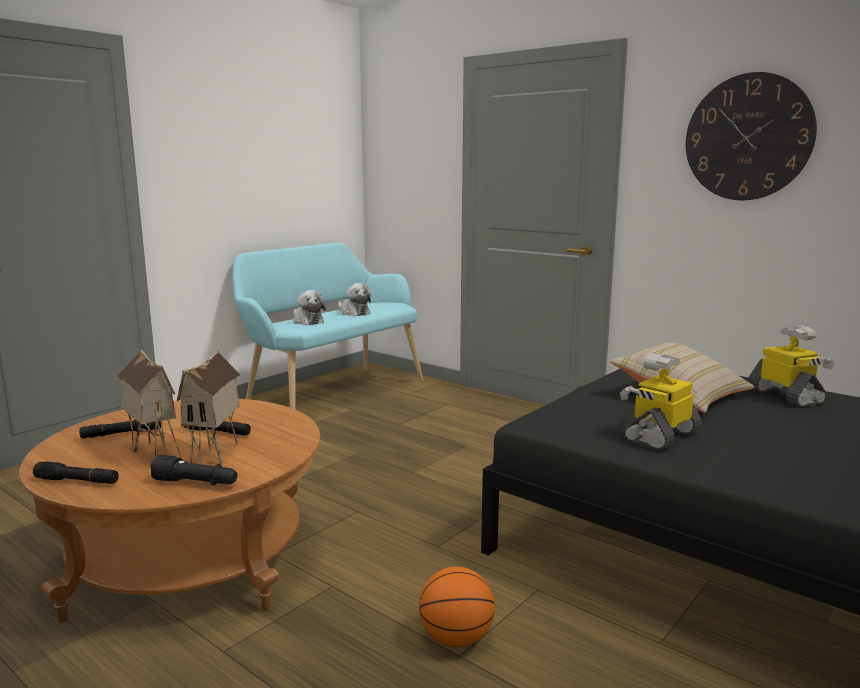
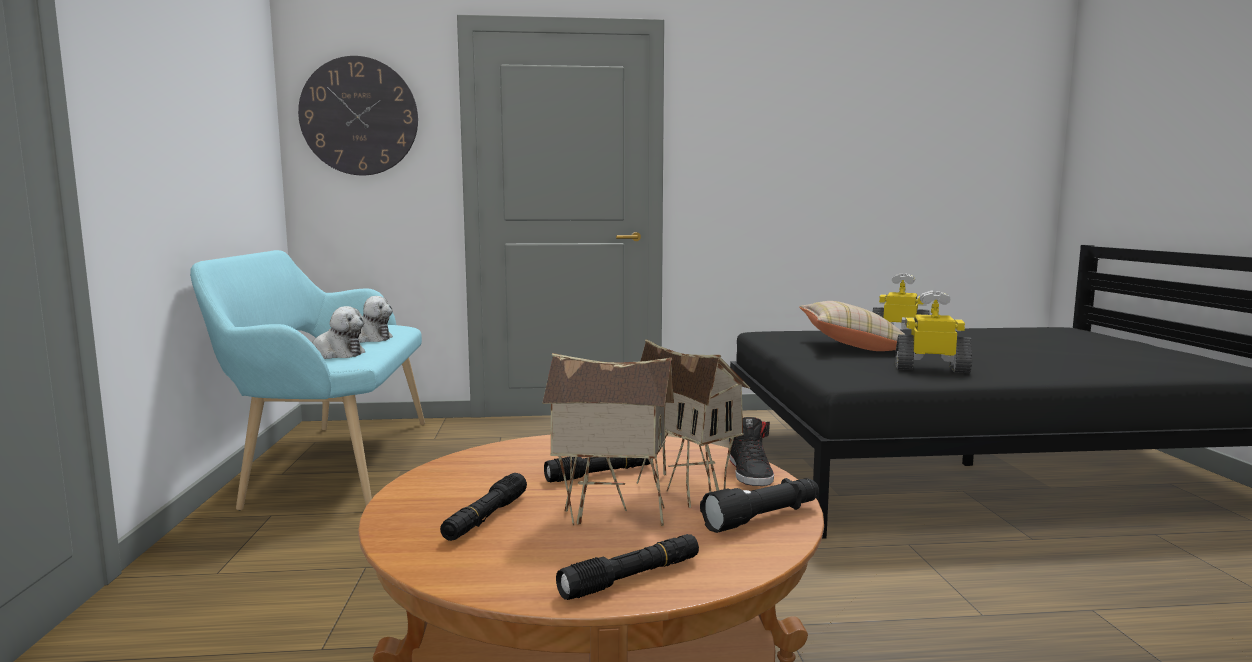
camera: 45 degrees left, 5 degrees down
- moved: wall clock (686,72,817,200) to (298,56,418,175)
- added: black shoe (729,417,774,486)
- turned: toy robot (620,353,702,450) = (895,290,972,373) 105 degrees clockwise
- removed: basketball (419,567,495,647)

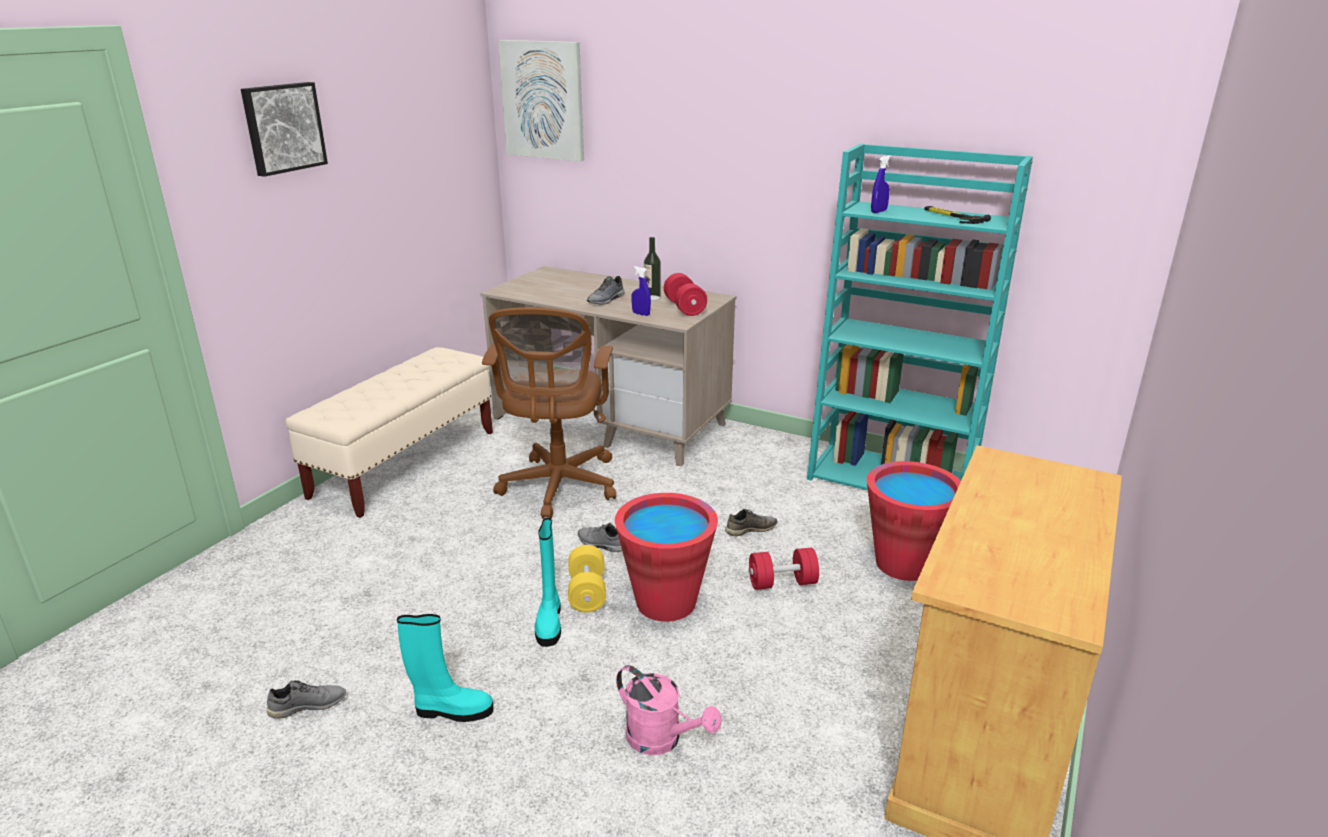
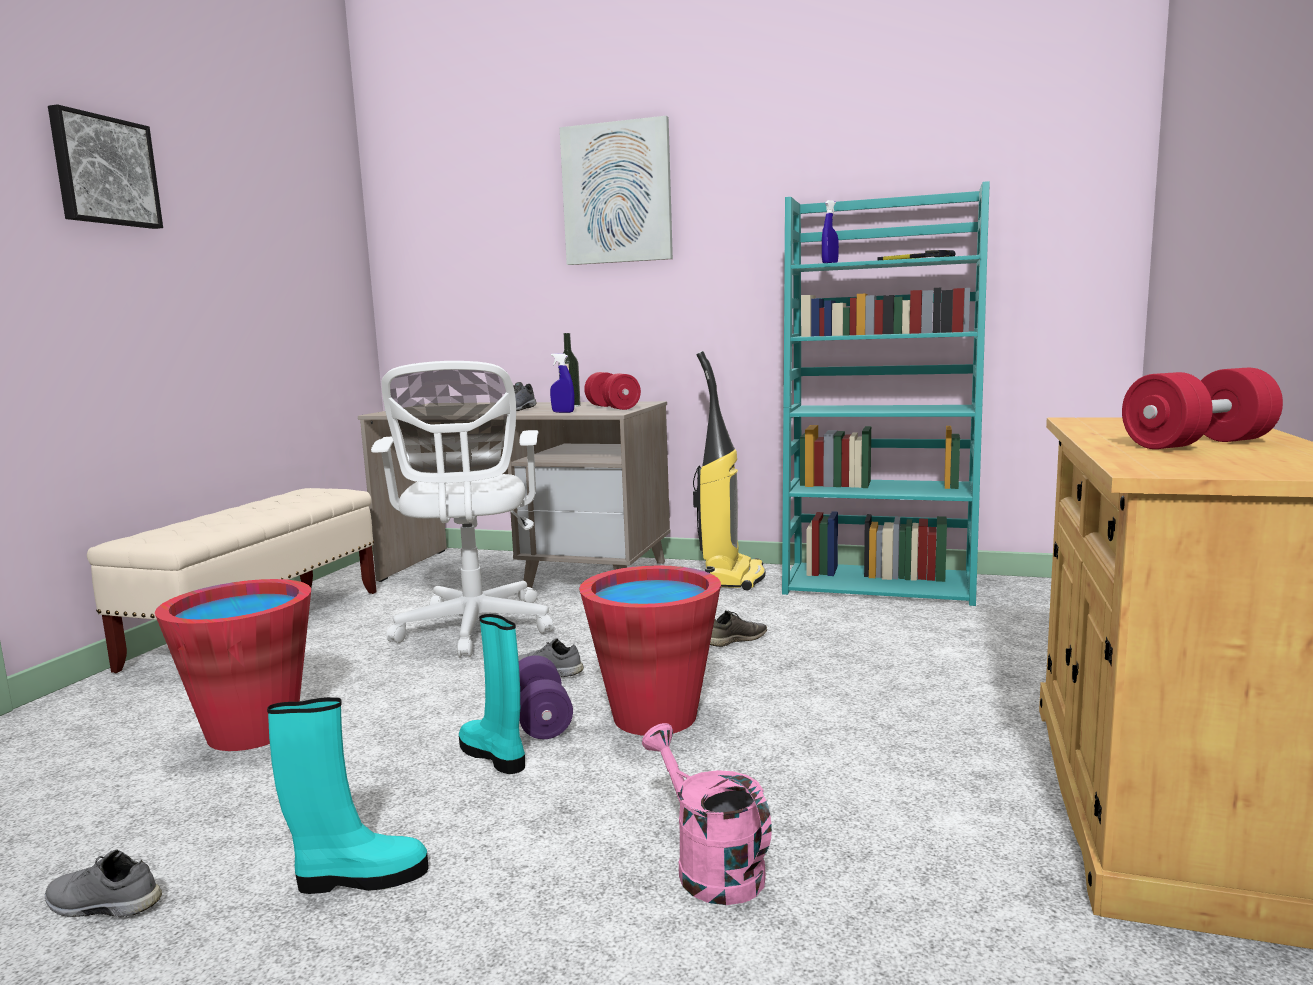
camera: 10 degrees left, 15 degrees down
- turned: grey shoe (267,680,346,719) = (45,849,162,917) 135 degrees counterclockwise
- moved: red bucket (867,461,961,581) to (155,579,311,751)
- recoloured: brown office chair (482,307,616,519) to white office chair (371,361,553,657)
- turned: turquoise boot (535,518,561,647) = (459,614,525,774) 150 degrees clockwise
- recoloured: yellow dumbbell (568,545,606,612) to purple dumbbell (519,655,573,739)
- moved: picture (498,40,584,161) to (560,116,673,265)
- turned: pink watering can (616,665,722,755) = (642,723,772,905) 150 degrees counterclockwise
- added: vacuum cleaner (693,351,765,591)
- moved: red dumbbell (749,548,819,590) to (1122,368,1283,449)

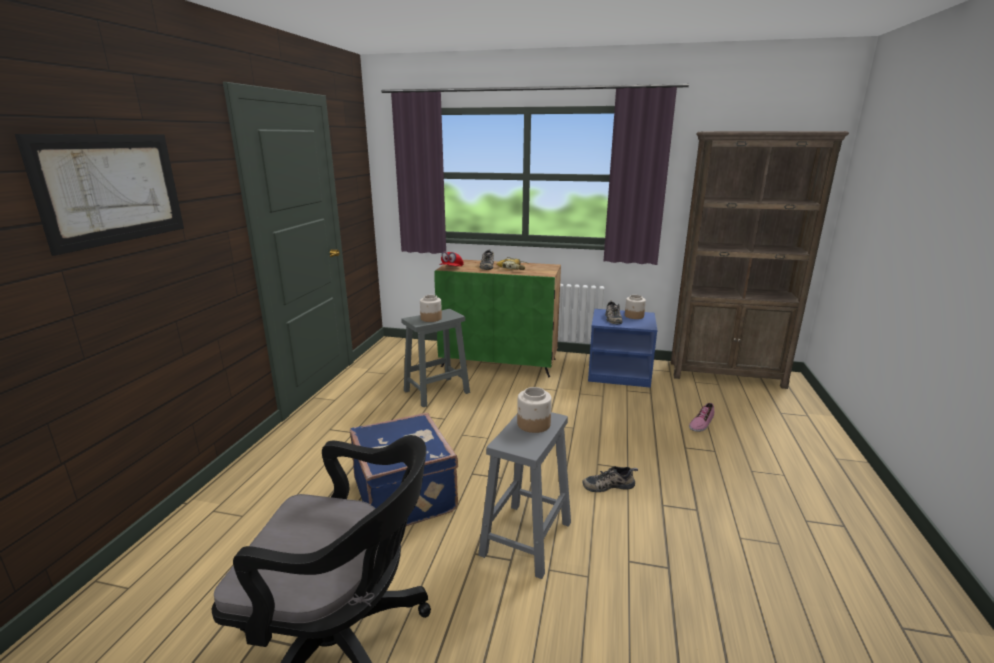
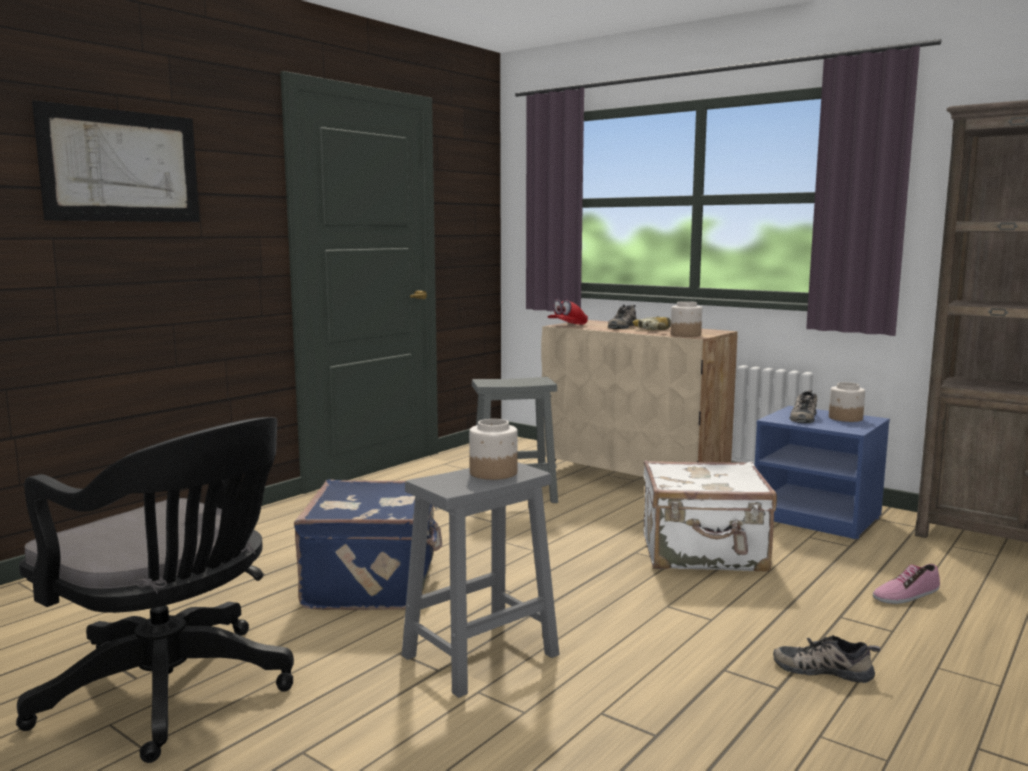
camera: 25 degrees right, 10 degrees down
- recoloured: green cabinet (434,260,561,377) to beige cabinet (541,320,737,477)
- added: white suitcase (643,460,777,572)
- moved: jar (420,295,442,322) to (671,301,702,337)
- moved: shoe (583,467,638,492) to (773,635,880,683)

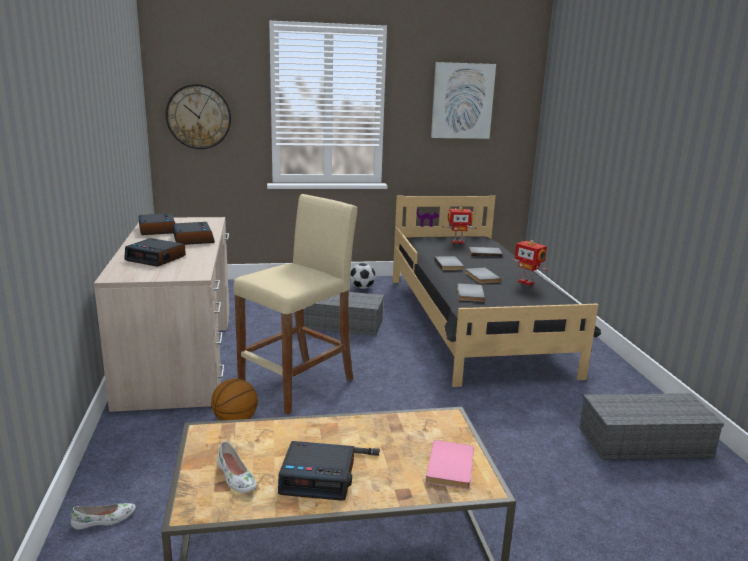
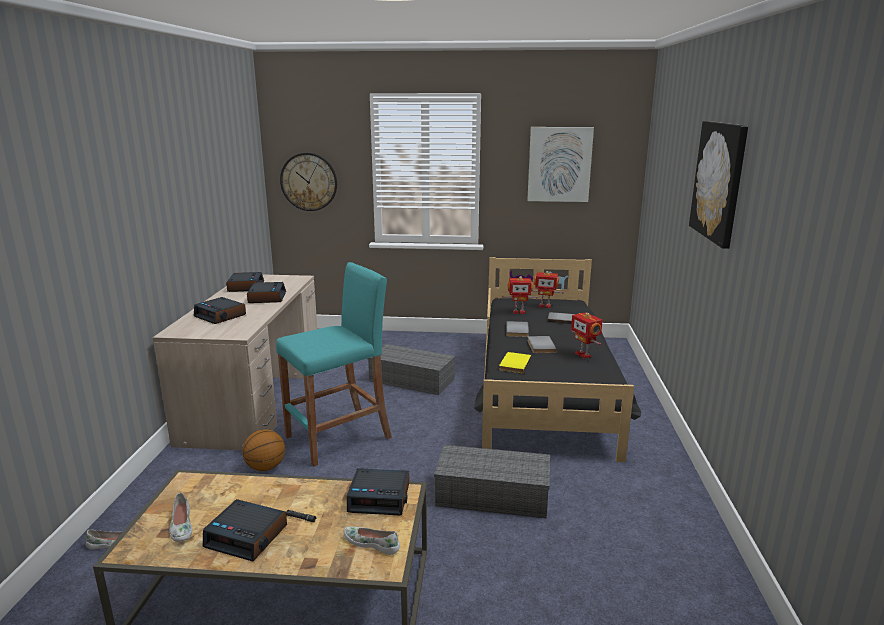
camera: 15 degrees right, 0 degrees up
- recoloured: beige stool (234,194,357,415) to turquoise stool (276,262,392,467)
- replaced: pink book (426,440,474,489) to white shoe (344,526,400,555)
- added: alarm clock (347,468,409,516)
- moved: grey storage box (579,393,724,460) to (434,445,550,519)
- recoloured: grey book (457,283,485,302) to yellow book (499,352,531,373)
- added: toy robot (502,276,538,314)
- added: picture (689,121,748,249)
- removed: football (350,263,376,289)

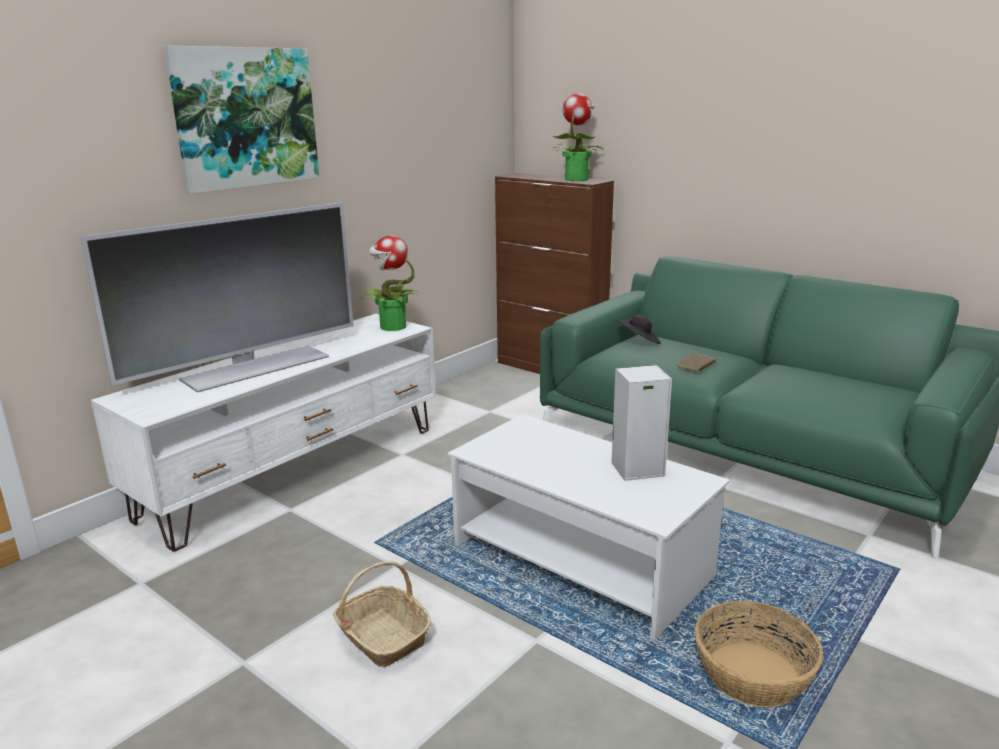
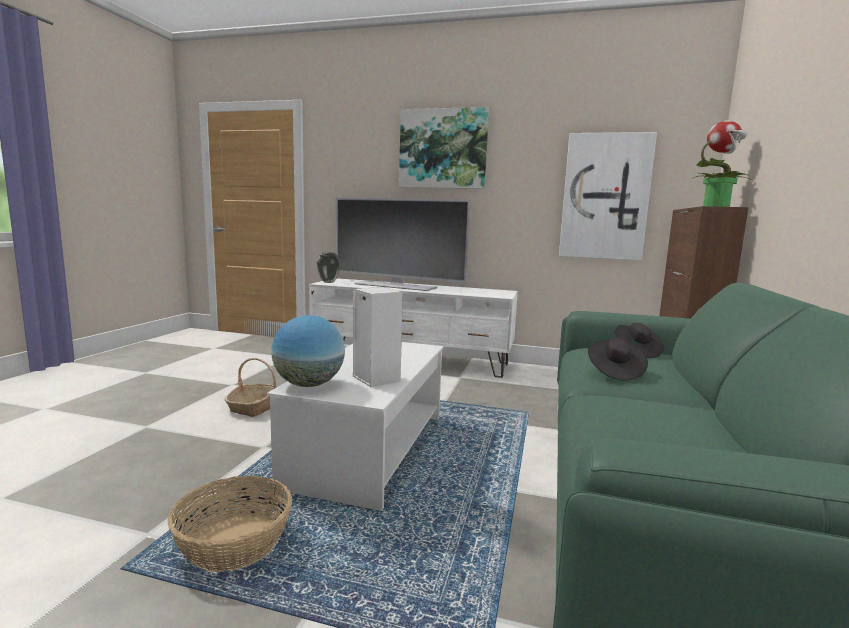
camera: 65 degrees right, 10 degrees down
- added: globe (271,315,345,387)
- added: vase (317,253,341,283)
- added: picture (559,132,657,260)
- replaced: brown book (676,353,723,372) to black hat (588,338,648,381)
- removed: potted plant (361,236,419,331)

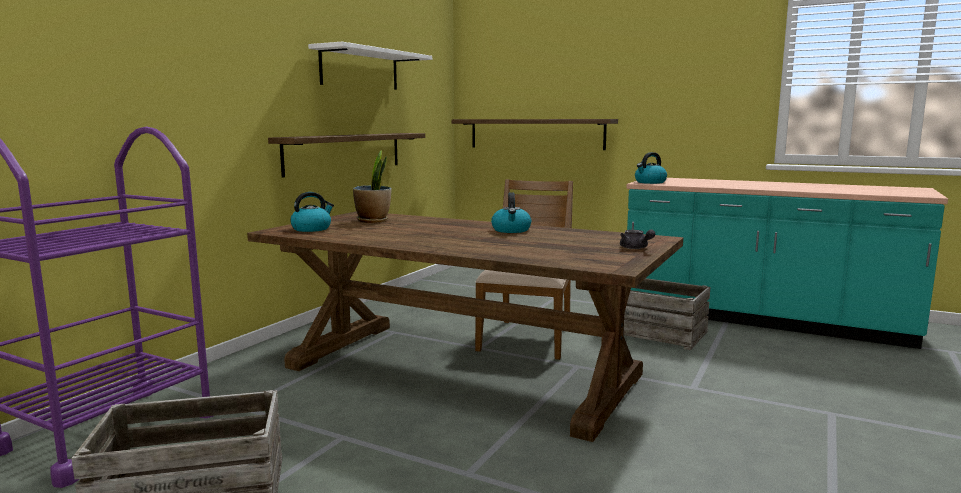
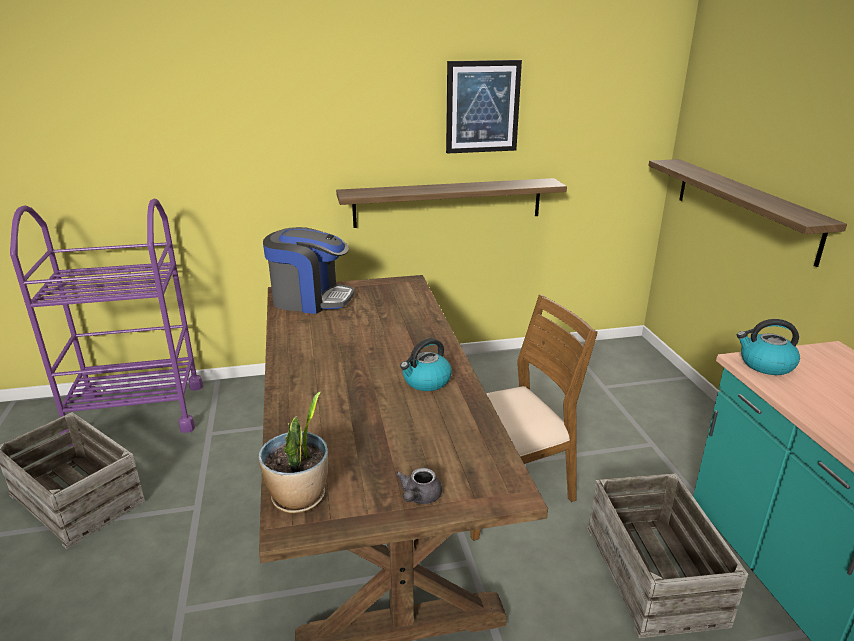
camera: 50 degrees right, 15 degrees up
- moved: potted plant (353,150,391,223) to (258,392,328,513)
- replaced: kettle (290,192,334,232) to coffee machine (263,227,354,314)
- replaced: white shelf (308,42,432,90) to picture (446,60,522,154)

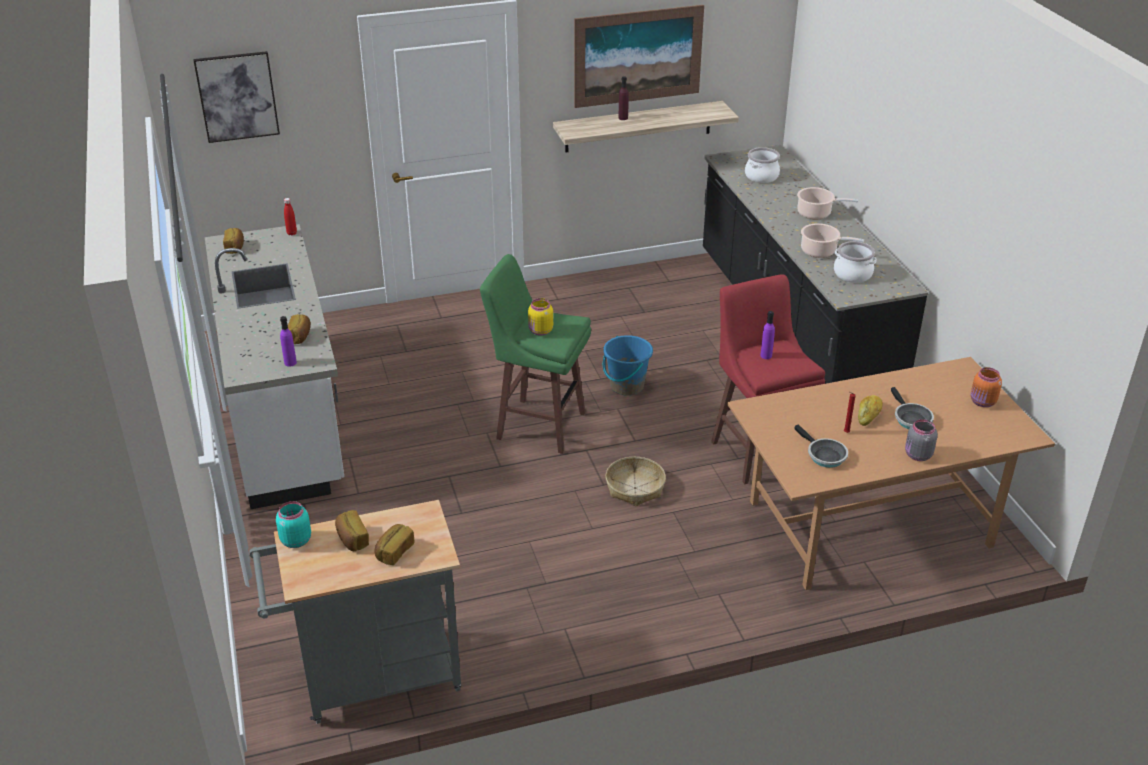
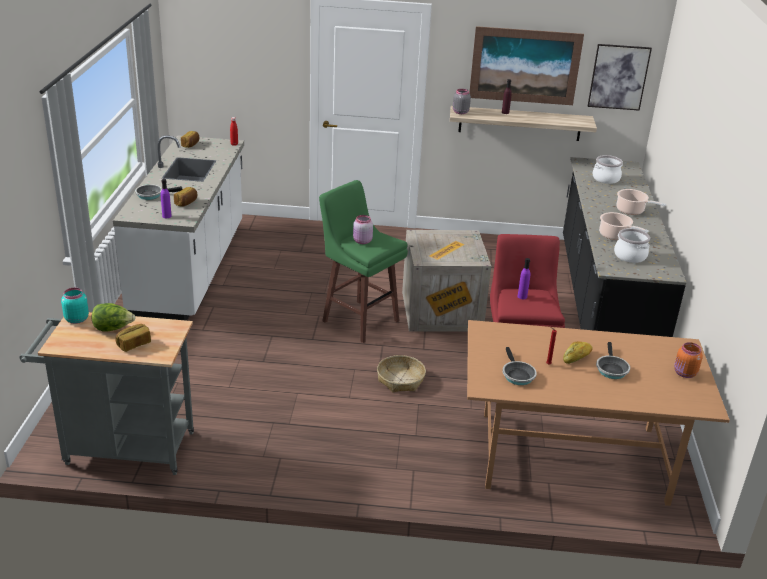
camera: 20 degrees right, 5 degrees down
- replaced: bread (335,510,369,551) to lettuce (92,303,135,332)
- added: frying pan (135,184,183,200)
- recoloured: yellow jar (528,298,553,335) to pink jar (353,215,373,244)
- replaced: blue bucket (603,335,653,396) to crate (402,230,491,332)
- moved: grey jar (905,419,938,461) to (453,89,471,114)
- moved: picture (193,51,280,143) to (588,44,652,111)

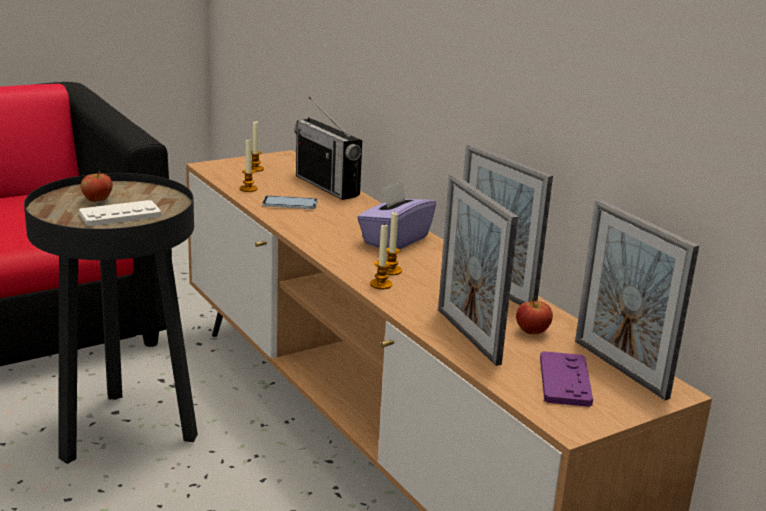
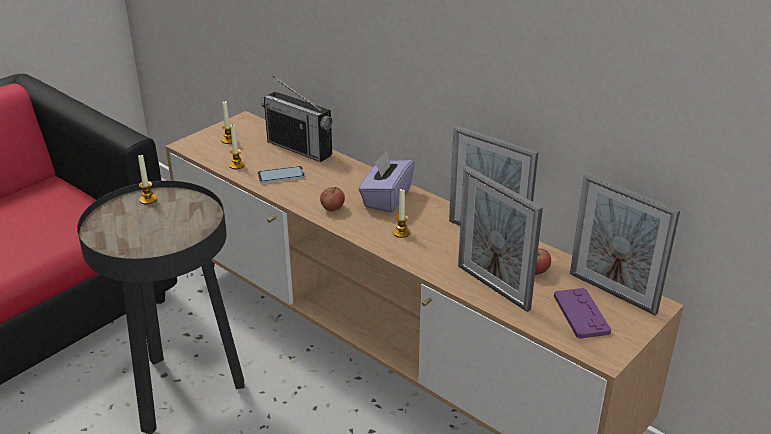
camera: 15 degrees left, 10 degrees up
- moved: candle (370,223,392,289) to (138,154,157,204)
- moved: apple (81,171,113,202) to (320,187,345,212)
- removed: white game controller (79,200,161,226)

